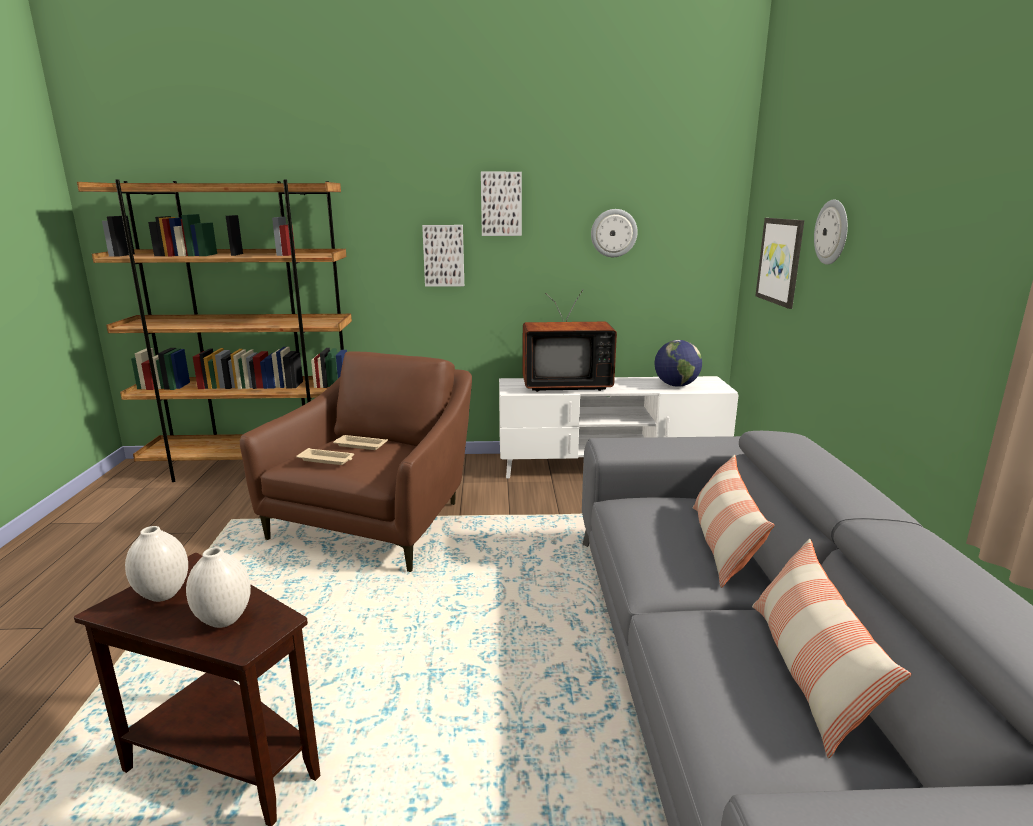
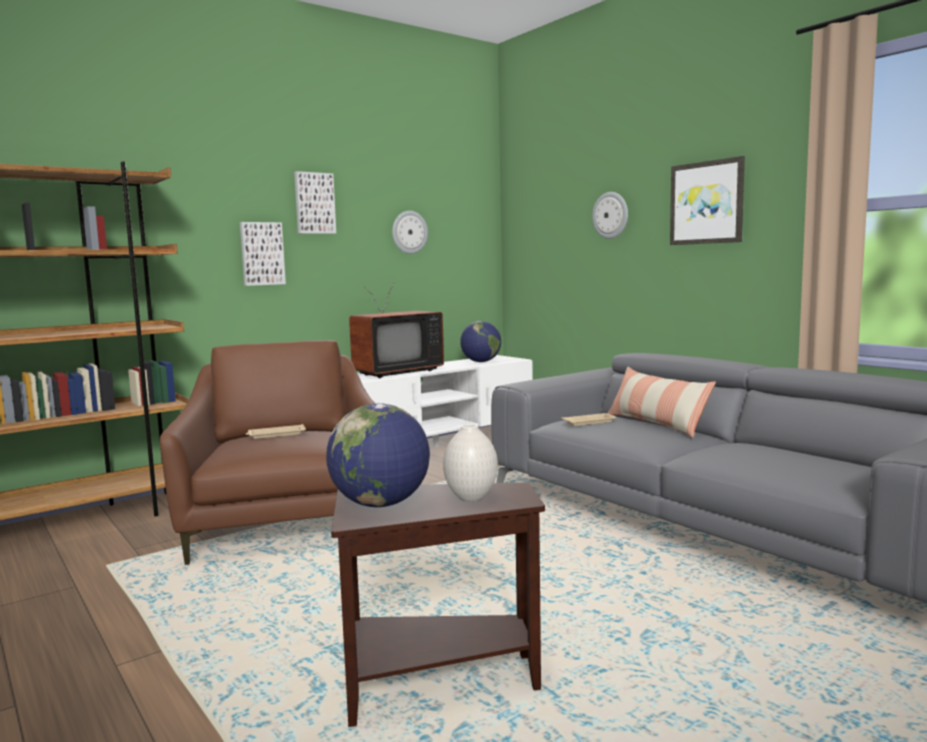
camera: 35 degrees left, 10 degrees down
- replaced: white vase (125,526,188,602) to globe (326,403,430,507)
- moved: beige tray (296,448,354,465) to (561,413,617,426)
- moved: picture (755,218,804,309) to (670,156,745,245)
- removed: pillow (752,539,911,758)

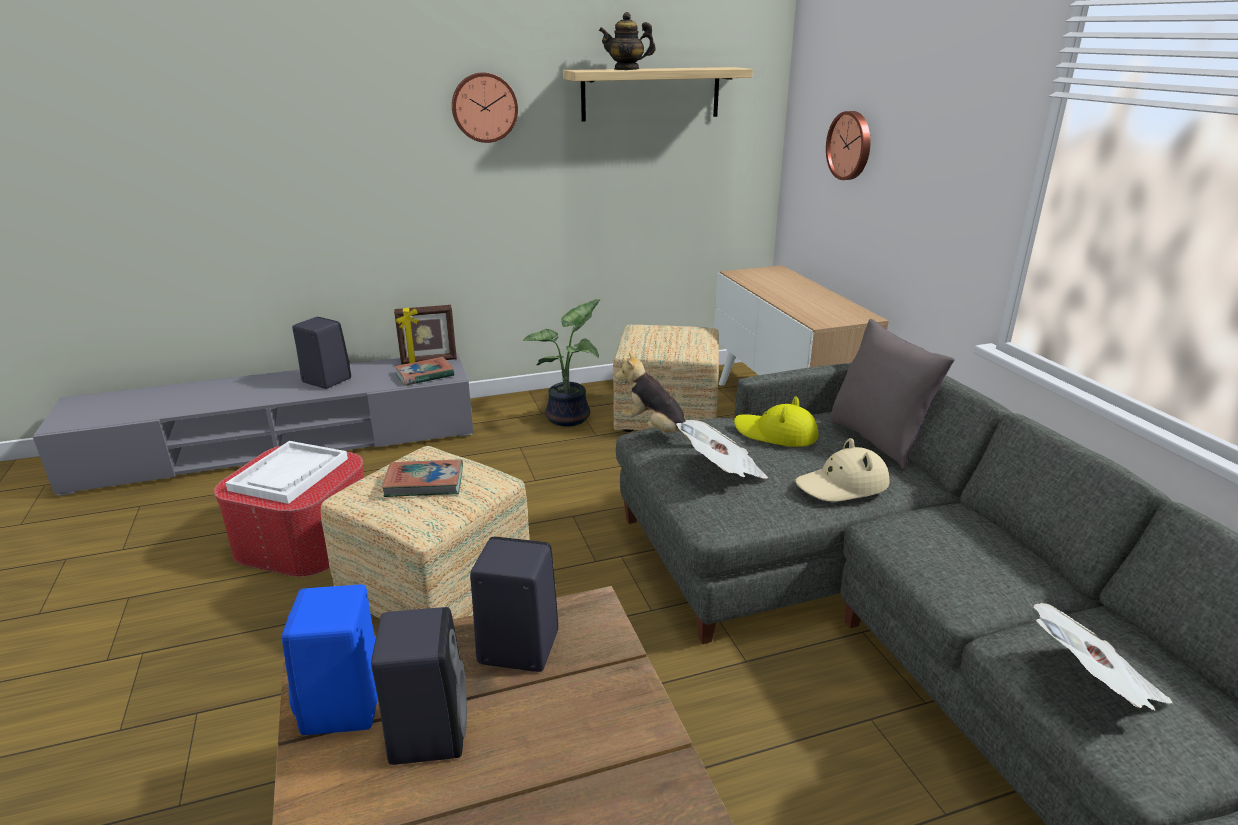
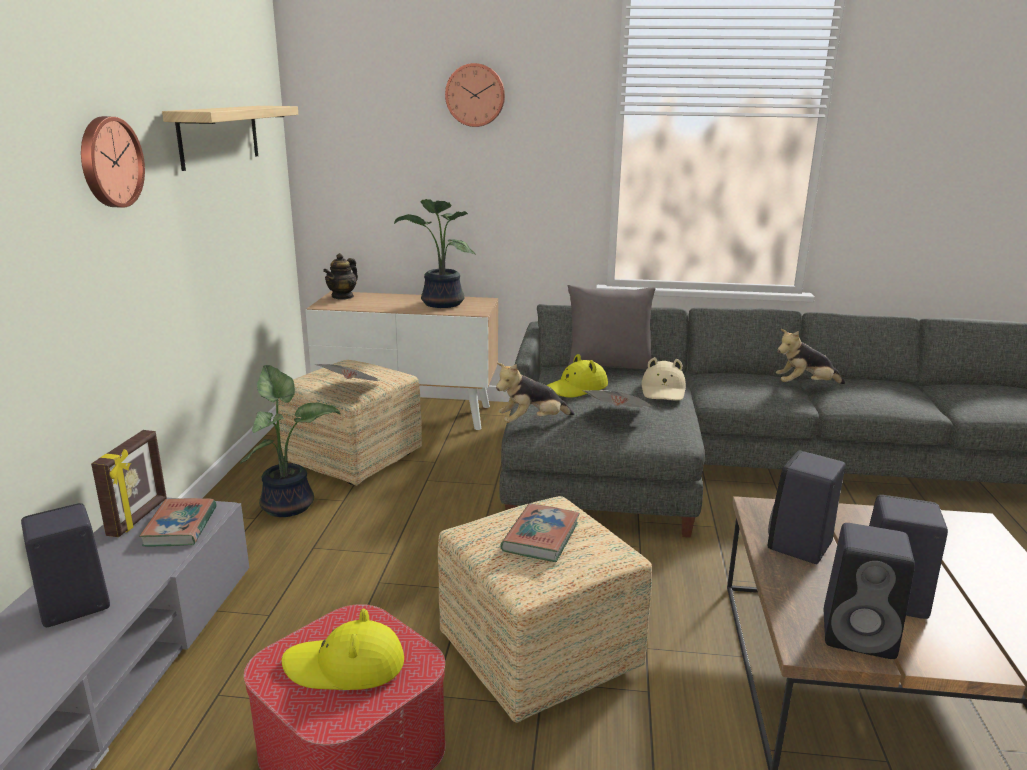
camera: 65 degrees left, 5 degrees down
- replaced: white tray (226,441,348,504) to yellow hat (281,609,404,690)
- moved: newspaper (1033,603,1172,710) to (316,364,381,381)
- moved: teapot (599,12,656,70) to (323,253,358,300)
- added: potted plant (394,199,476,308)
- moved: wall clock (826,111,870,180) to (445,63,505,127)
- added: plush toy (776,329,845,384)
- recoloured: blue speaker (282,585,378,735) to black speaker (824,523,915,659)

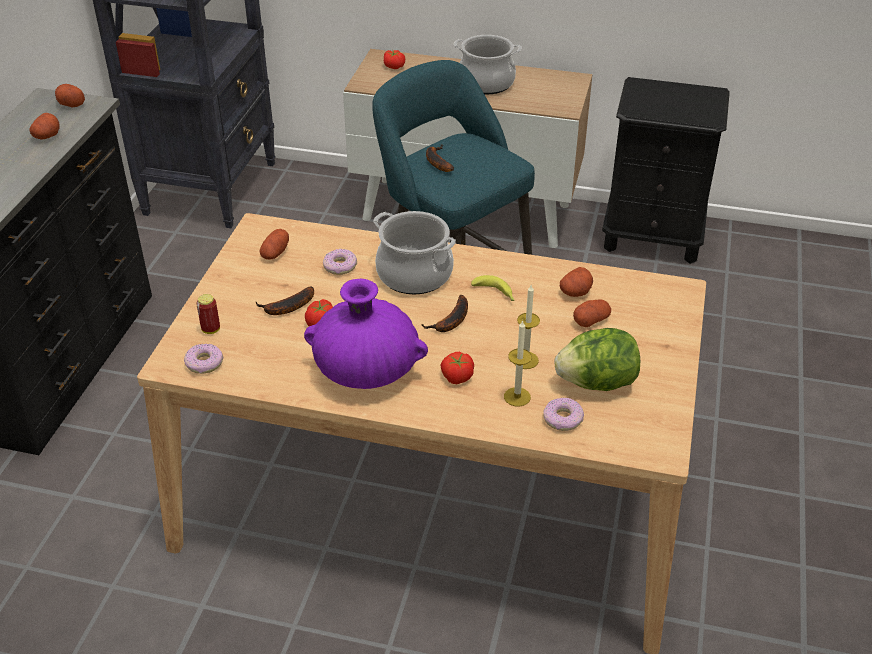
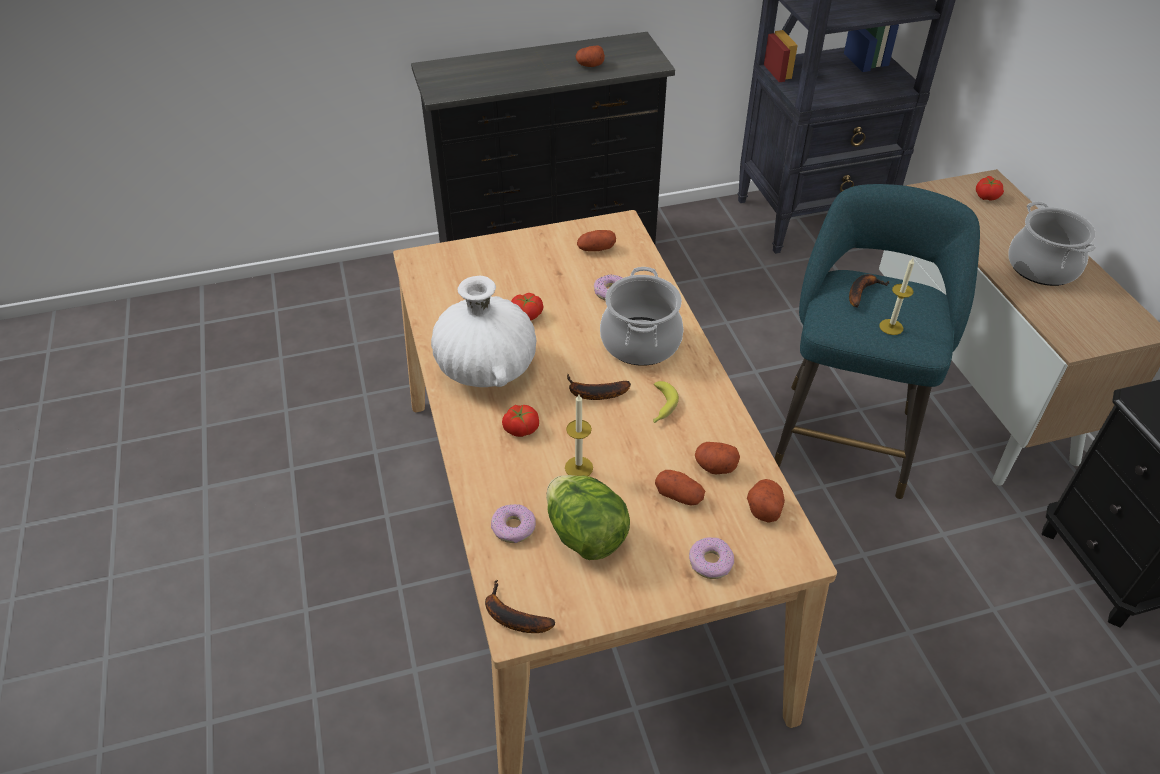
camera: 60 degrees right, 5 degrees up
- recoloured: purple vase (304,279,428,389) to white vase (431,276,537,387)
- moved: banana (256,286,314,315) to (485,580,555,633)
- moved: donut (184,344,224,374) to (689,537,734,579)
- moved: potato (55,84,85,107) to (747,479,785,523)
- moved: candle (504,320,532,406) to (879,258,914,335)
- removed: can (196,294,220,334)

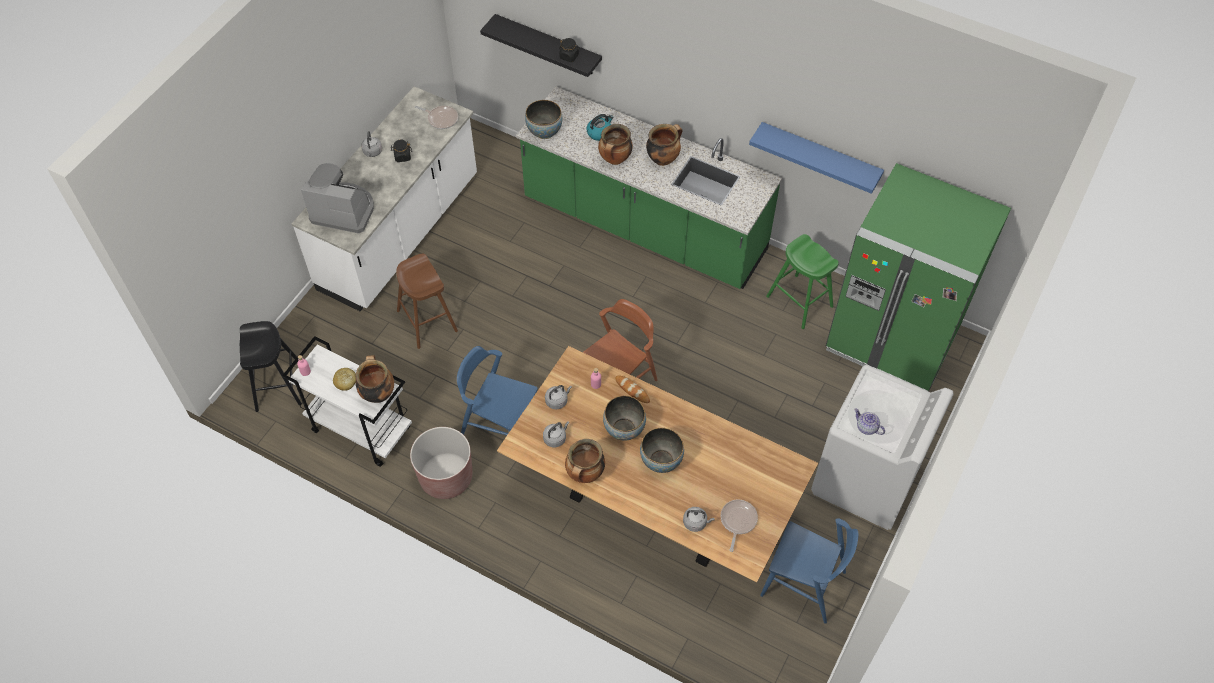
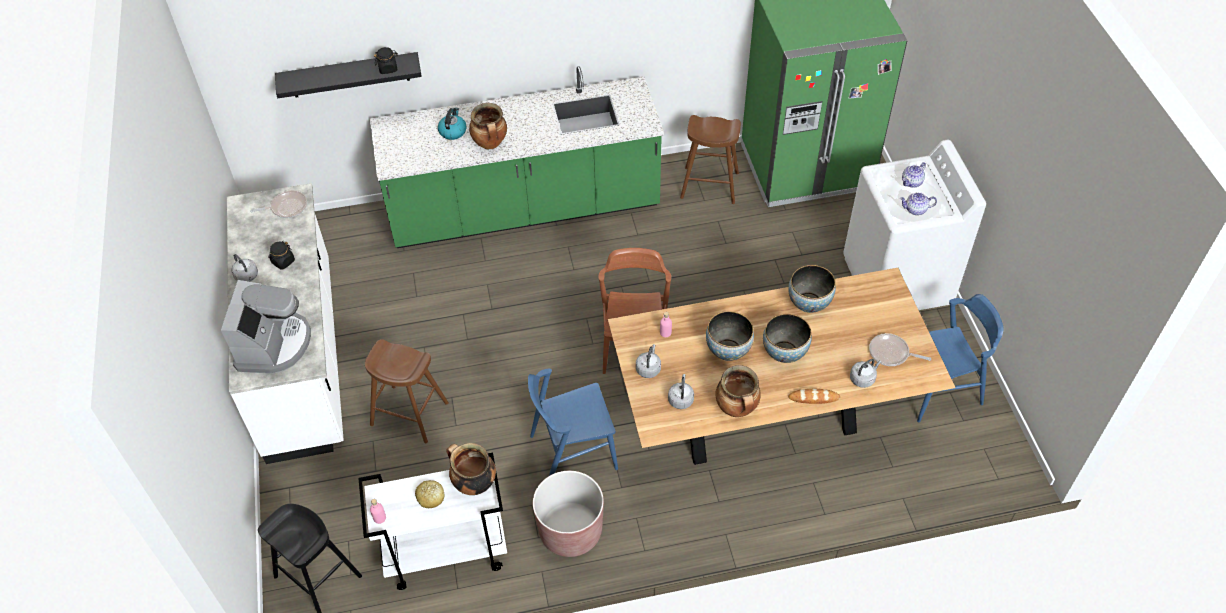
camera: 40 degrees left, 5 degrees down
- turned: coffee machine (301,163,374,234) = (221,280,311,373) 120 degrees clockwise
- recoloured: green stool (766,234,839,329) to brown stool (680,115,741,204)
- moved: bowl (525,100,563,139) to (788,265,836,313)
- moved: bread (615,376,650,403) to (788,389,840,404)
- turned: frying pan (720,500,758,552) = (869,333,931,366) 45 degrees counterclockwise
- added: teapot (902,162,926,188)
- removed: cooking pot (646,124,682,166)
- removed: blue shelf (749,122,884,194)

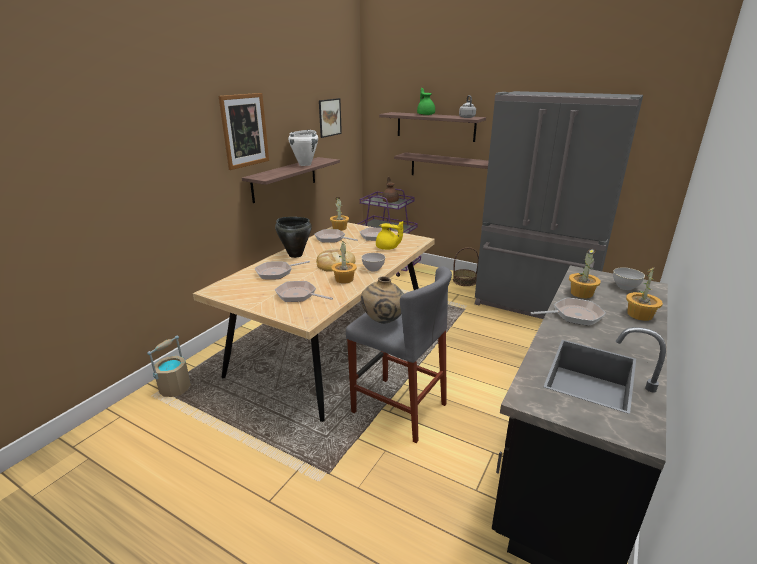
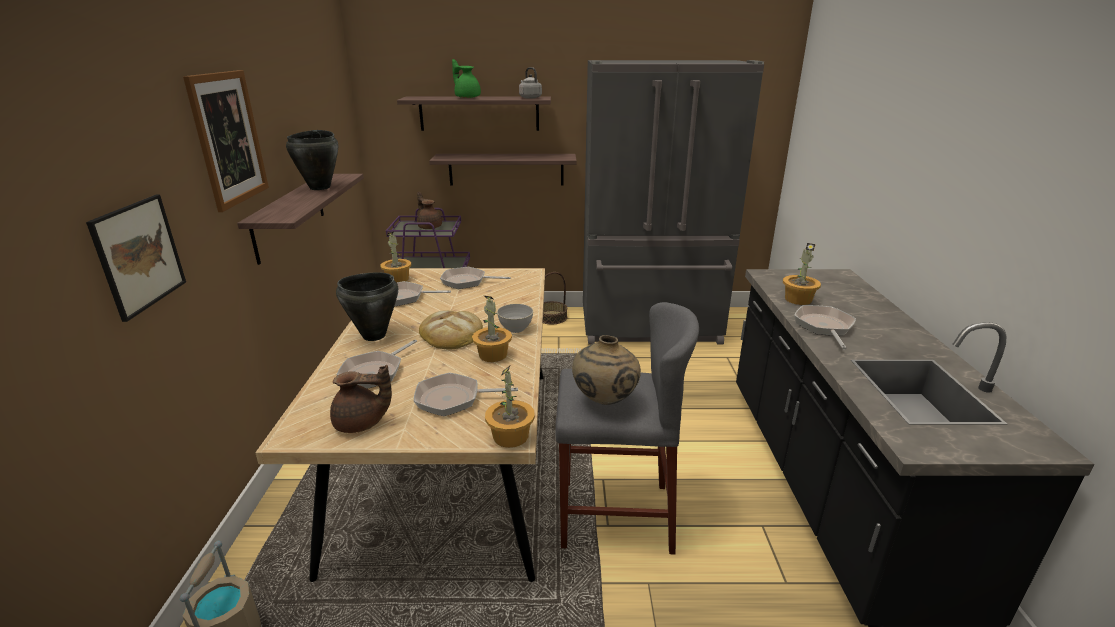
camera: 30 degrees left, 0 degrees up
- moved: picture (319,98,342,138) to (86,195,186,322)
- recoloured: white cooking pot (288,130,318,166) to black cooking pot (286,130,338,190)
- added: brown teapot (330,365,392,433)
- moved: potted plant (626,267,663,321) to (485,366,535,448)
- turned: frying pan (530,297,606,326) = (794,305,856,349) 45 degrees counterclockwise
- removed: yellow teapot (376,221,403,250)
- removed: grey bowl (613,267,645,290)

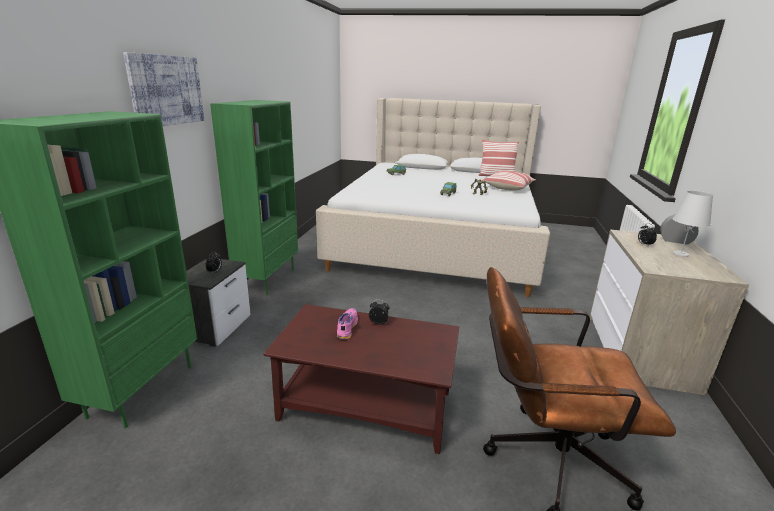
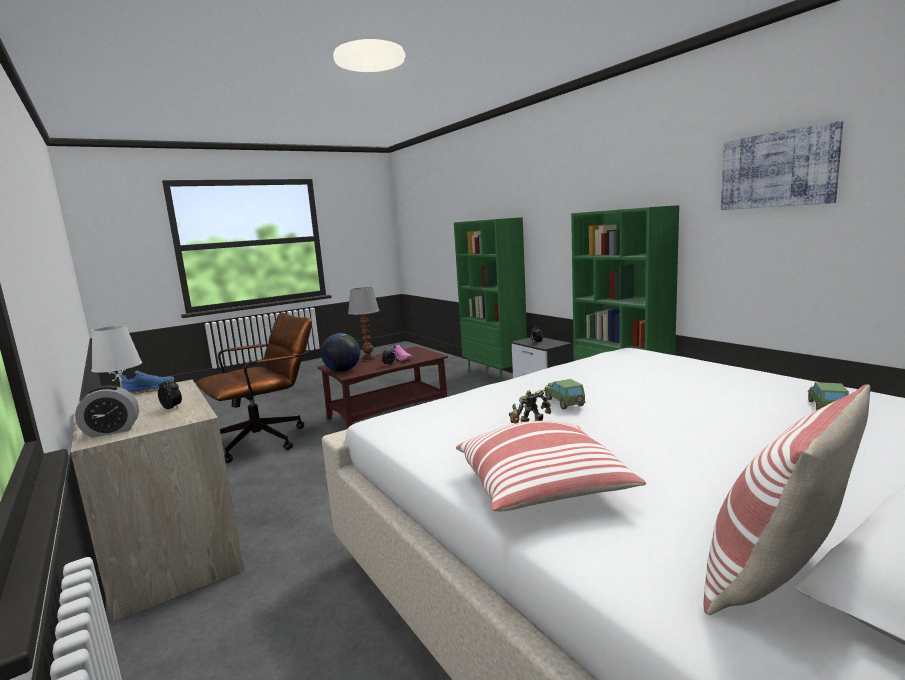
camera: 135 degrees right, 10 degrees down
- added: blue shoe (118,371,174,394)
- added: globe (321,333,360,372)
- added: table lamp (348,287,380,361)
- moved: picture (123,52,204,126) to (721,121,843,210)

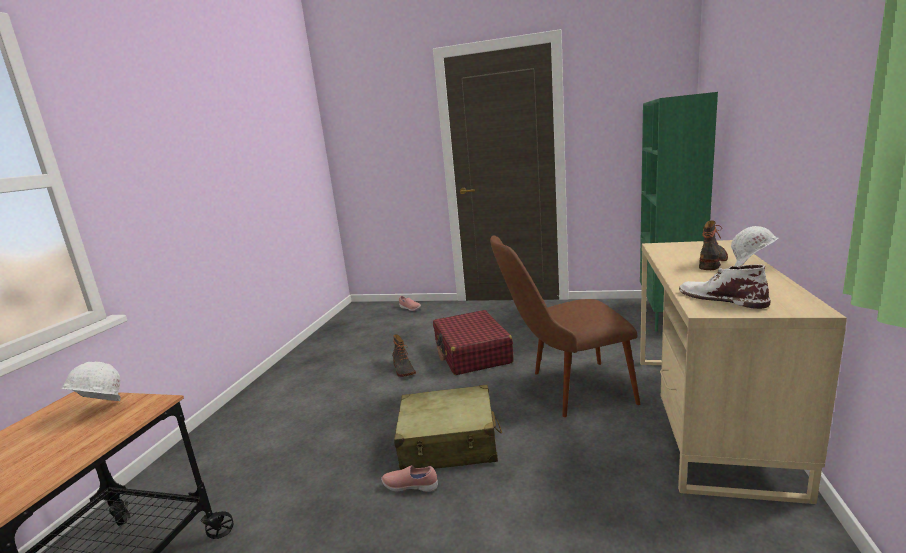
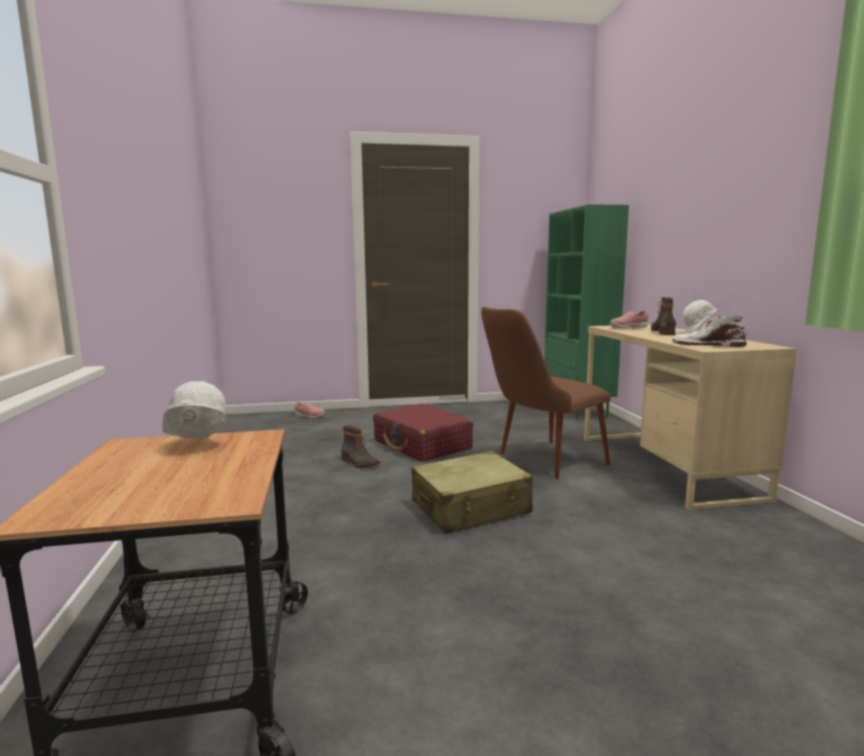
camera: 25 degrees left, 5 degrees down
- moved: pink shoe (381,465,438,492) to (610,310,648,329)

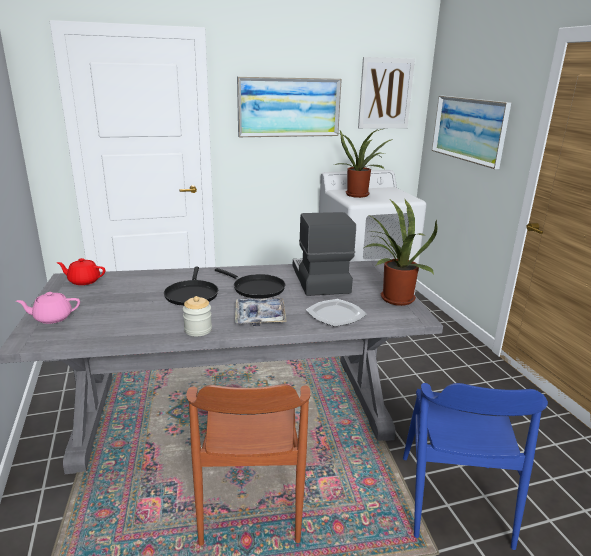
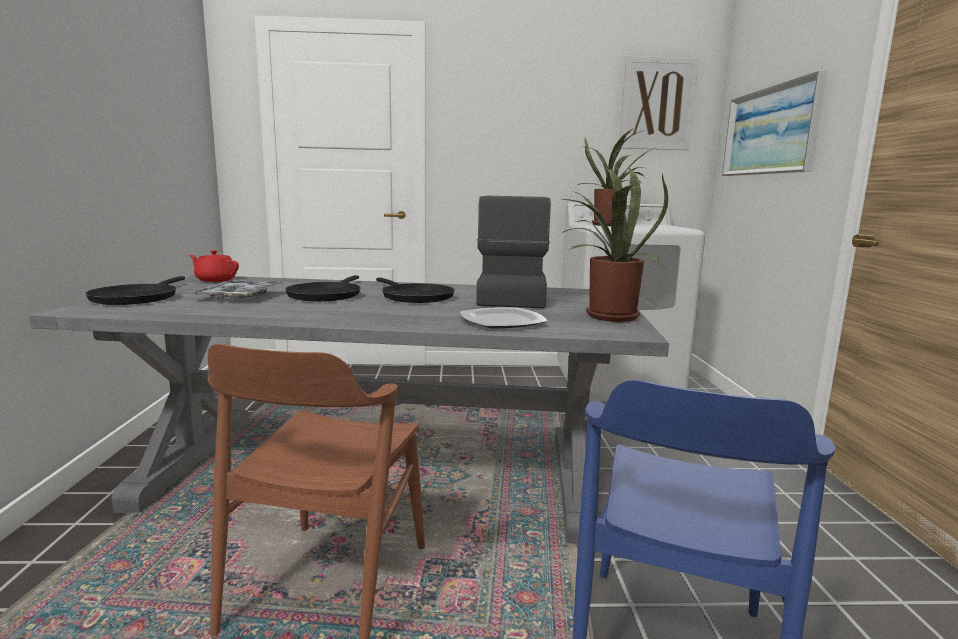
camera: 15 degrees right, 10 degrees down
- replaced: pink teapot (16,292,80,324) to black frying pan (85,276,185,305)
- moved: tray (235,298,287,326) to (191,280,285,299)
- removed: jar (183,296,212,336)
- removed: picture (237,76,342,137)

